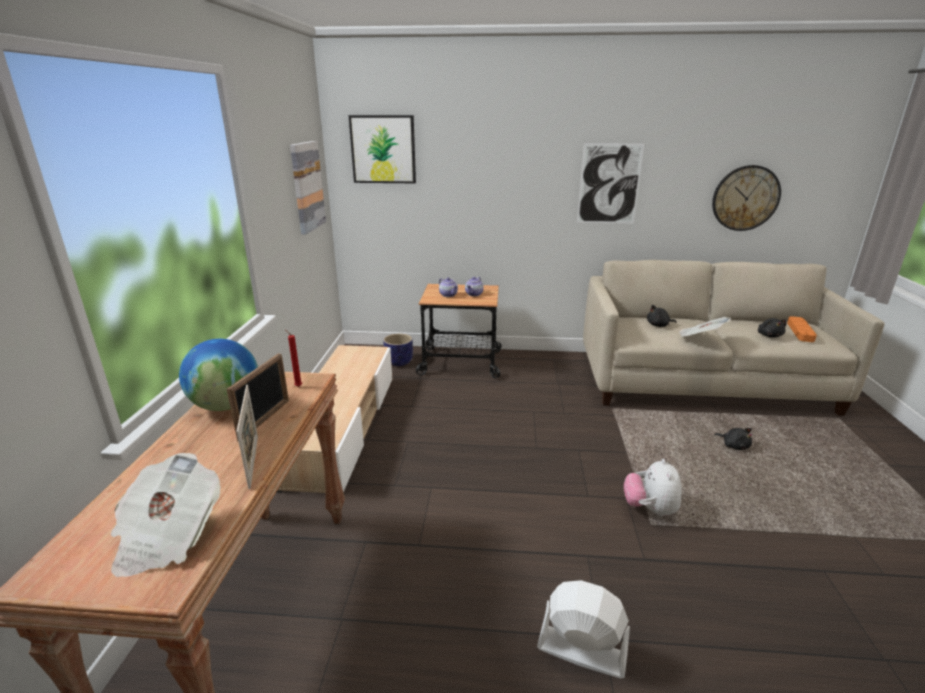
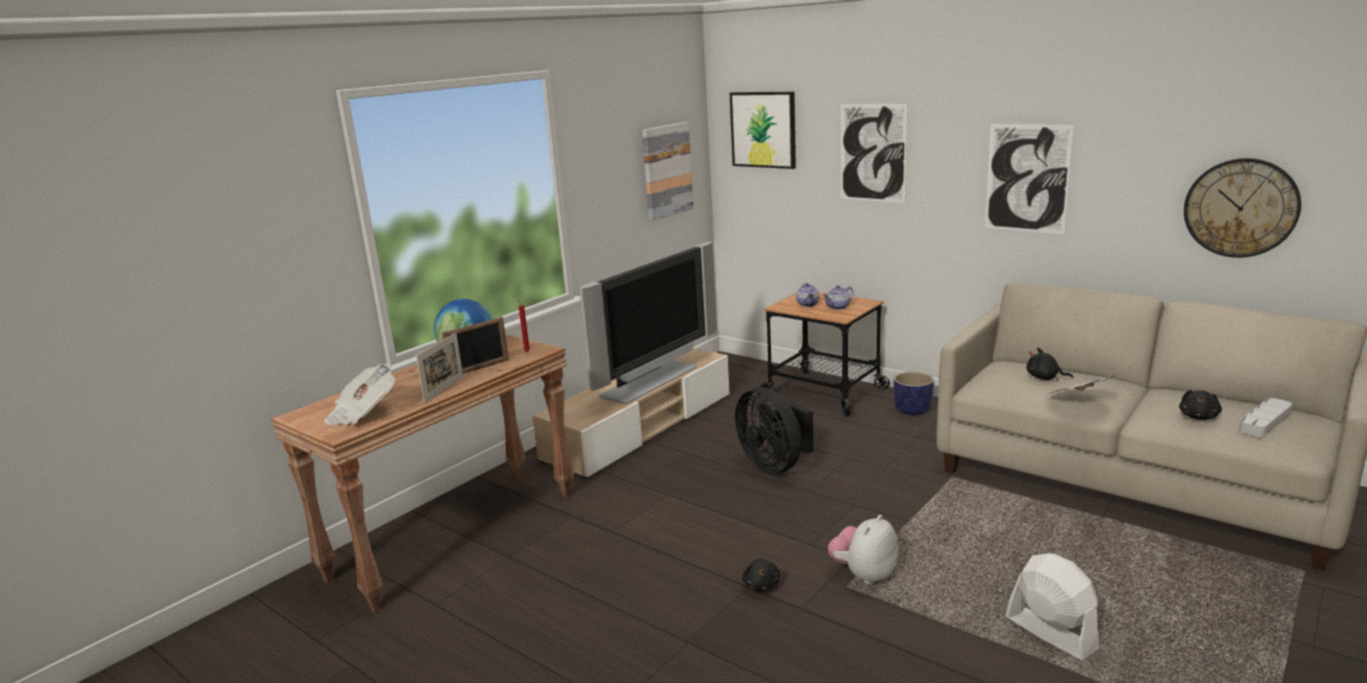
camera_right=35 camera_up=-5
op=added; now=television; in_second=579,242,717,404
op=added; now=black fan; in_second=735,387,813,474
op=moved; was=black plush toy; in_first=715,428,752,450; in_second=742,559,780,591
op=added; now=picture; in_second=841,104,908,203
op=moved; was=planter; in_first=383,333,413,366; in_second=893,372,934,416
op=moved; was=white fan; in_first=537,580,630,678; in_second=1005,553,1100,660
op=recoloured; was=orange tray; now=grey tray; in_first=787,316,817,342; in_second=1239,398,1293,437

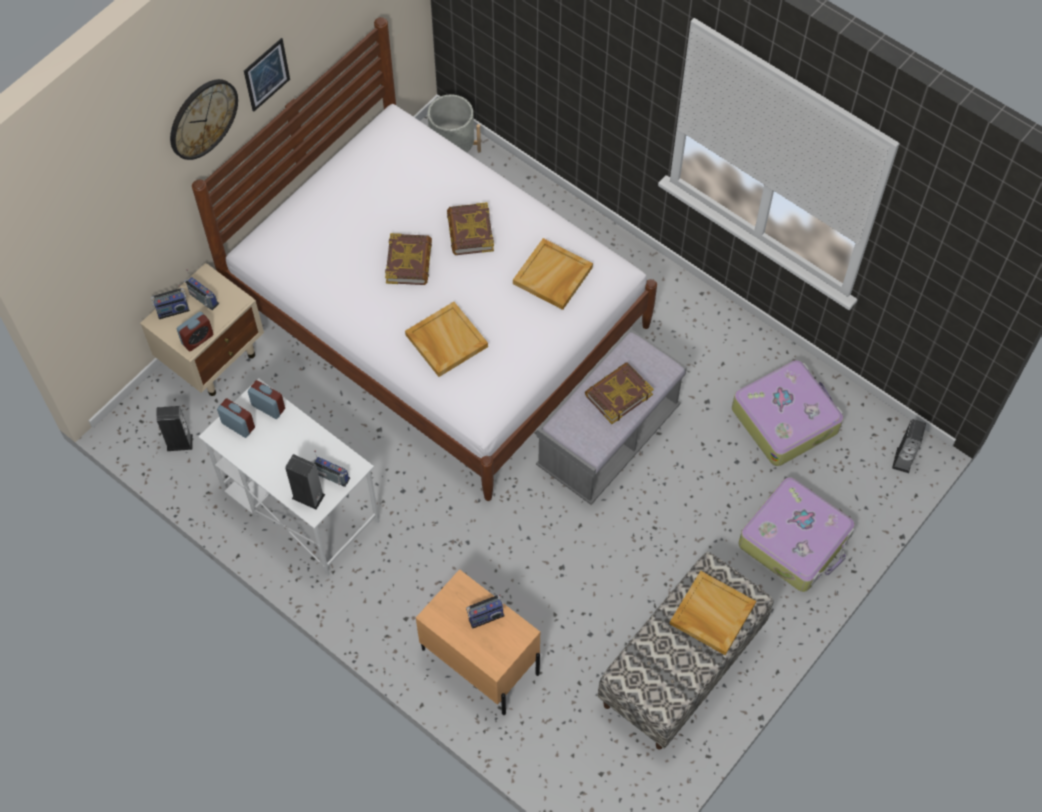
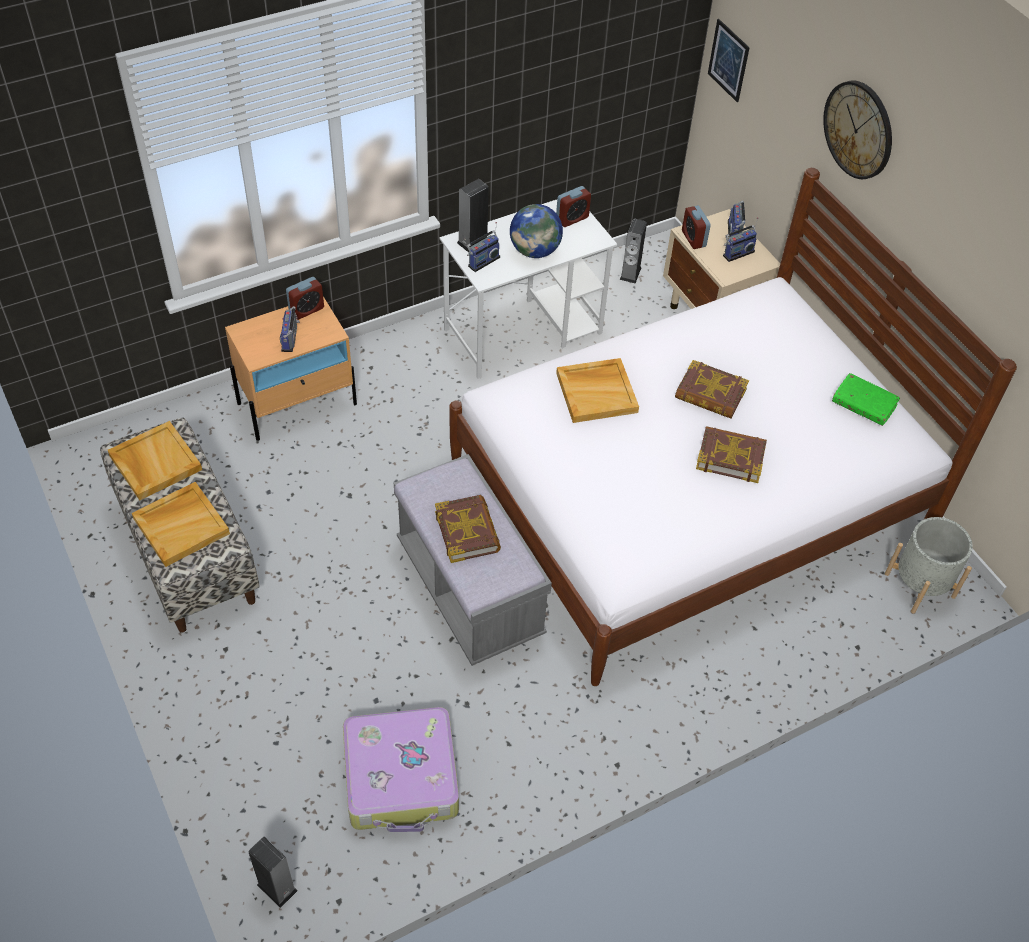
camera_right=110 camera_up=-10
op=moved; was=beige tray; in_first=513,238,593,310; in_second=108,421,202,500
op=moved; was=alarm clock; in_first=248,380,285,419; in_second=286,277,324,320
op=added; now=globe; in_second=510,204,563,258
op=moved; was=picture; in_first=244,38,290,112; in_second=708,19,750,102
op=added; now=green book; in_second=832,373,900,426
op=removed; was=suitcase; in_first=739,477,855,592

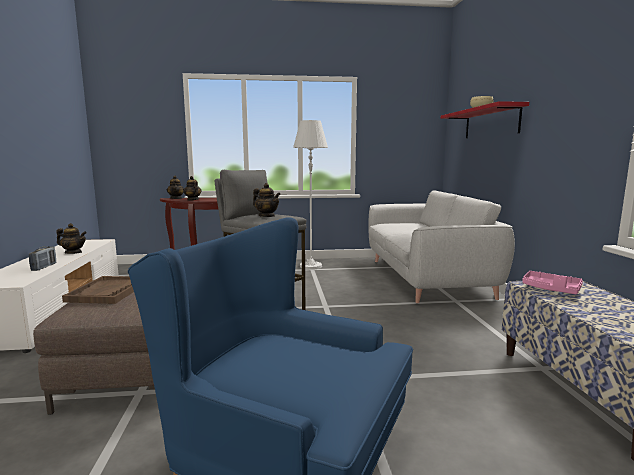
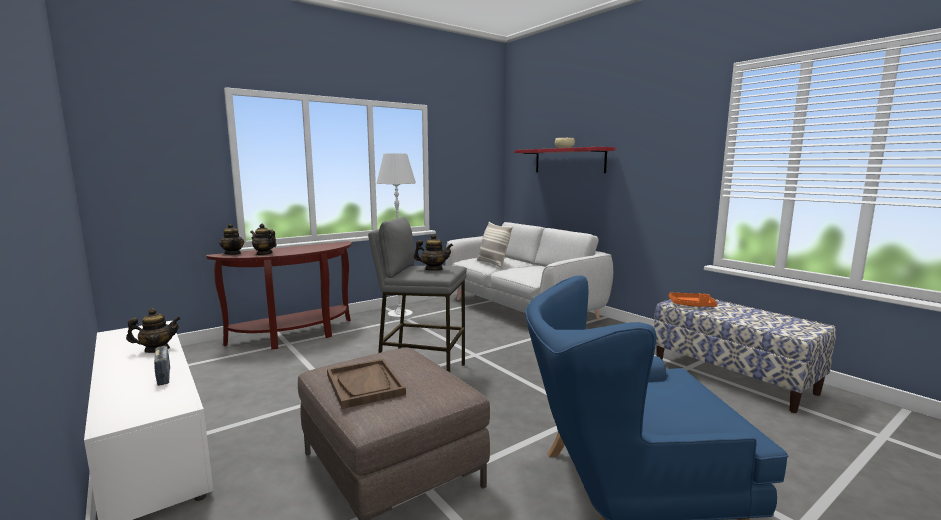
camera_right=-30 camera_up=0
op=added; now=pillow; in_second=477,222,513,267
op=recoloured; was=pink tray; now=orange tray; in_first=522,271,583,294; in_second=669,292,717,307

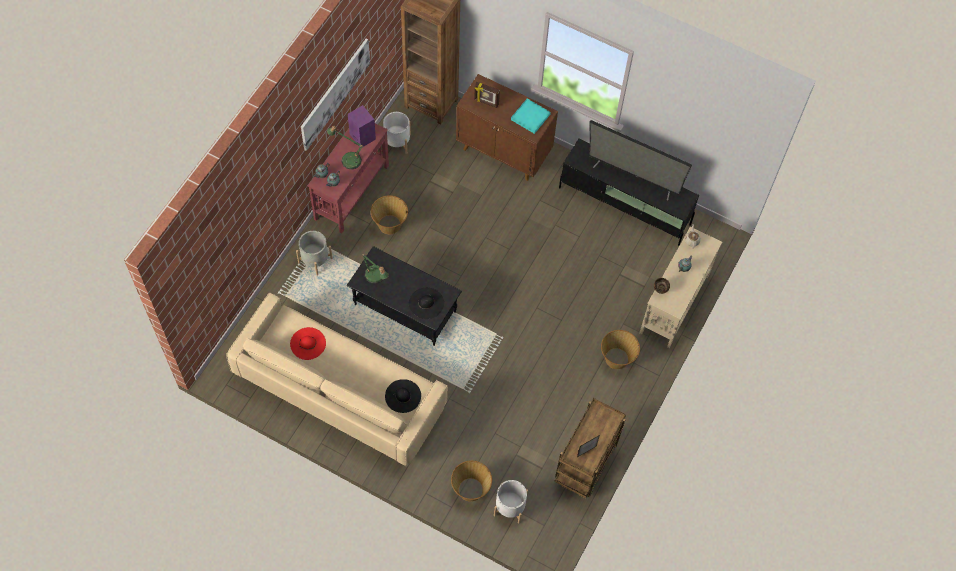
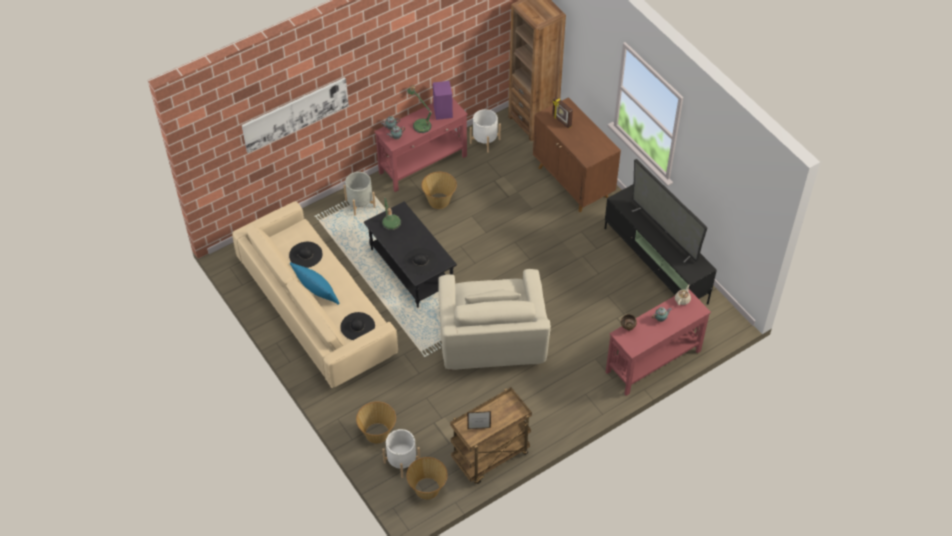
camera_right=30 camera_up=-10
op=moved; was=picture; in_first=301,38,370,151; in_second=242,77,349,153
op=recoloured; was=red hat; now=black hat; in_first=290,327,326,360; in_second=289,242,322,268
op=added; now=blue pillow; in_second=290,262,339,305
op=moved; was=basket; in_first=601,330,640,369; in_second=406,457,448,500
op=added; now=beige armchair; in_second=438,269,551,370
op=recoloured; was=beige console table; now=red console table; in_first=639,227,722,348; in_second=606,289,711,396
op=removed; was=turquoise tray; in_first=511,99,551,134

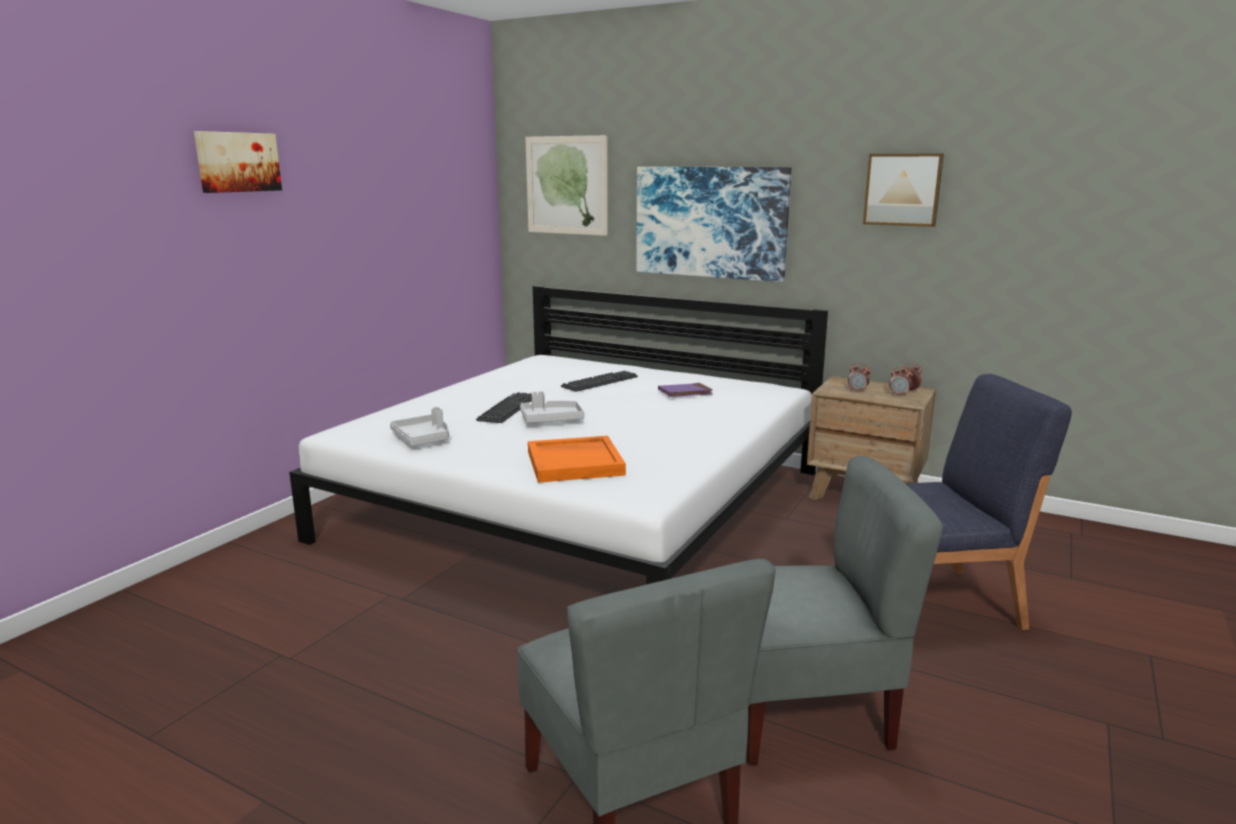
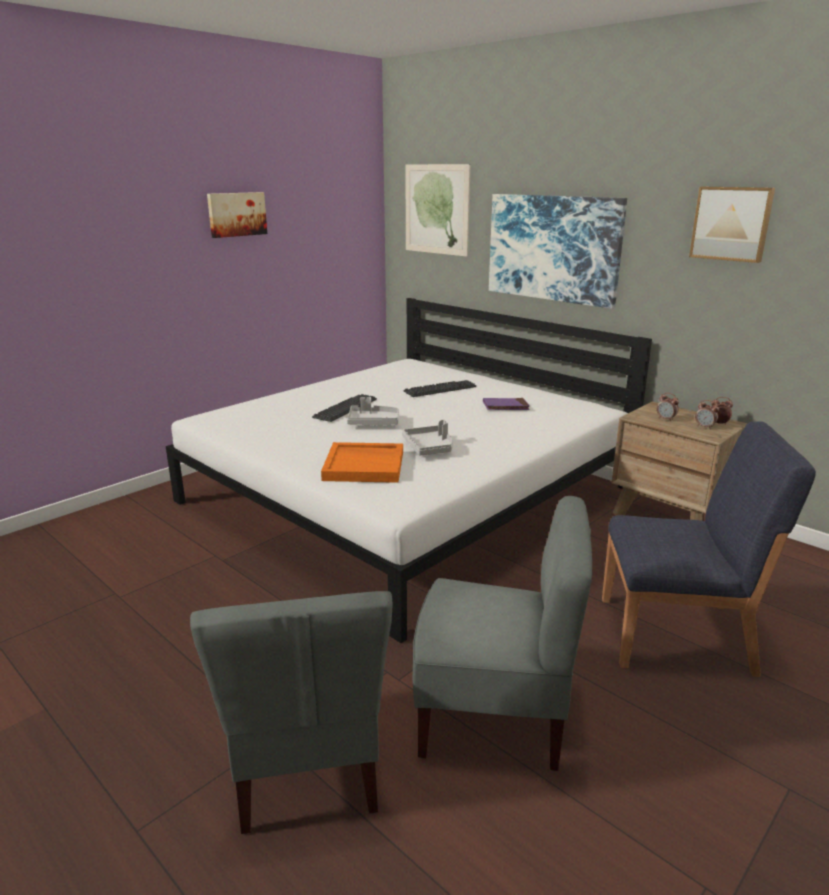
camera_right=15 camera_up=5
op=moved; was=picture; in_first=194,131,282,193; in_second=207,192,267,238
op=moved; was=grey tray; in_first=390,407,449,446; in_second=402,420,453,456

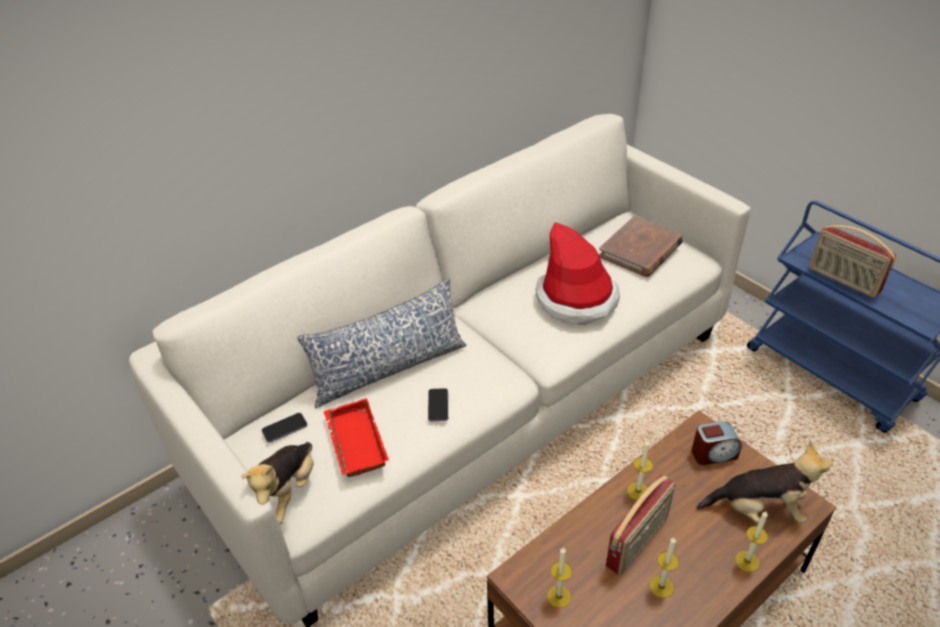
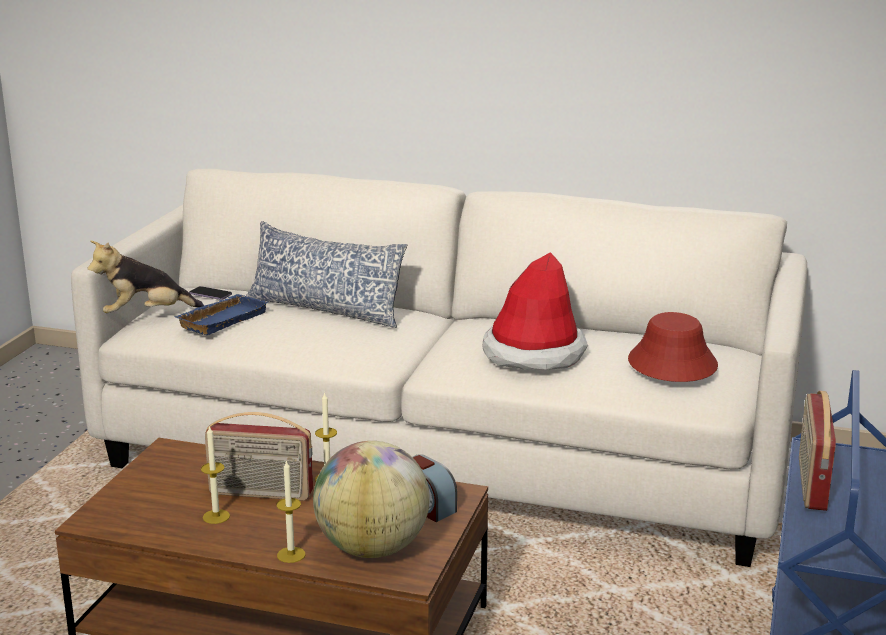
camera_right=55 camera_up=-20
op=recoloured; was=red tray; now=blue tray; in_first=324,398,389,477; in_second=174,294,268,335
op=replaced; was=plush toy; now=globe; in_first=696,441,833,523; in_second=313,441,430,558
op=replaced; was=brown book; now=red hat; in_first=599,216,683,277; in_second=628,312,718,382
op=removed; was=phone; in_first=428,388,448,421
op=removed; was=candle; in_first=547,547,572,608

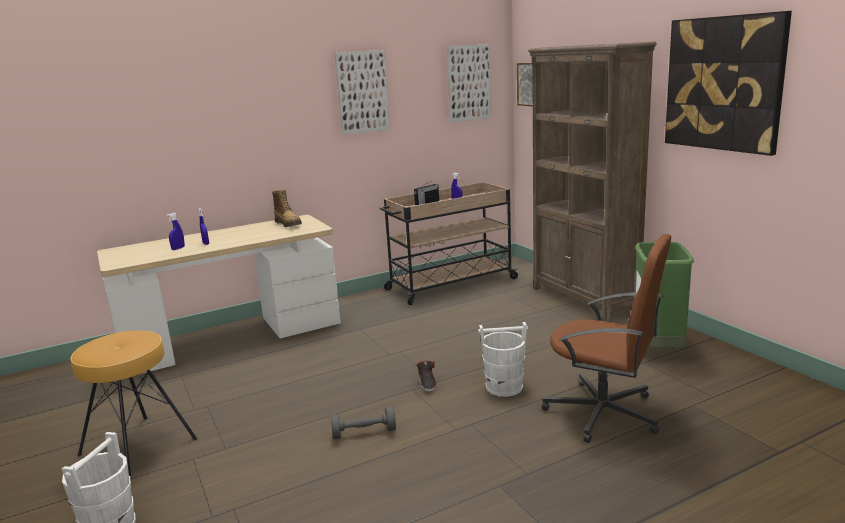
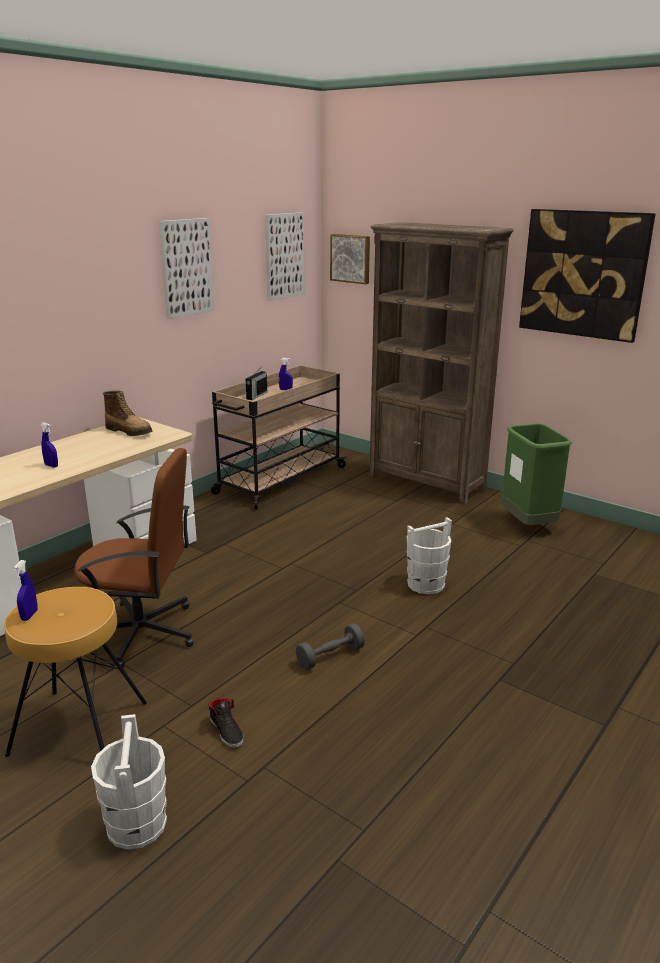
camera_right=-25 camera_up=5
op=moved; was=blue spray bottle; in_first=166,213,185,250; in_second=13,560,38,621
op=moved; was=brown office chair; in_first=542,234,671,443; in_second=74,448,194,668
op=moved; was=black shoe; in_first=417,361,436,392; in_second=209,698,244,748

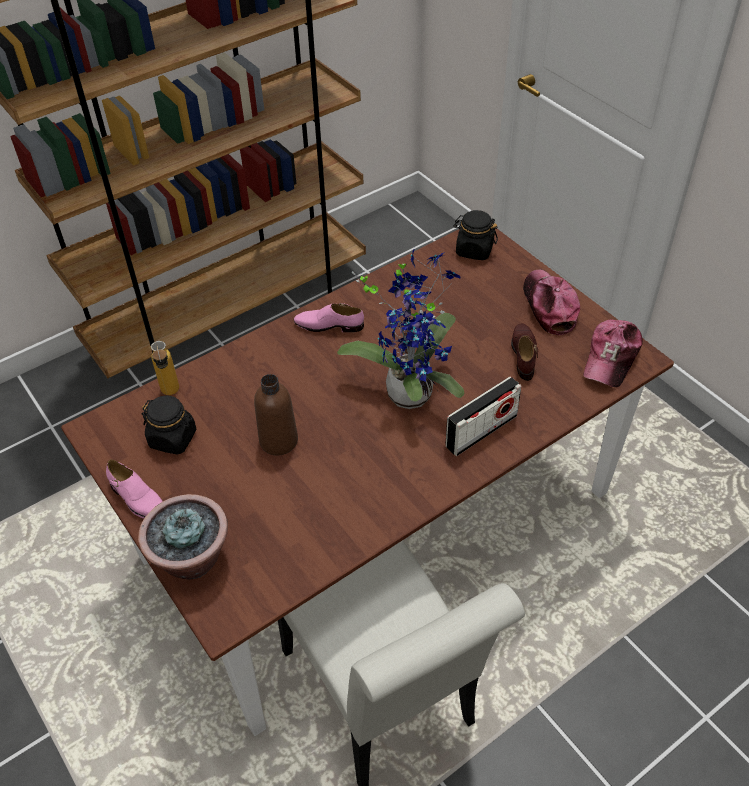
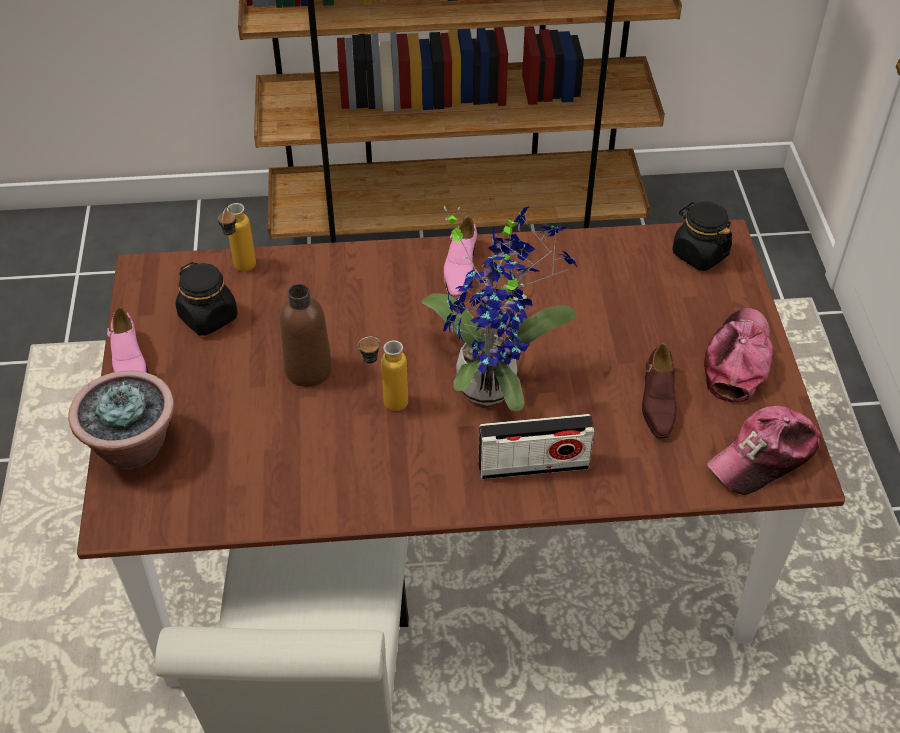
camera_right=30 camera_up=0
op=added; now=bottle; in_second=358,337,408,411
op=turned; was=pink shoe; in_first=294,303,364,333; in_second=444,216,477,298; clockwise=-120
op=turned; was=brown shoe; in_first=511,323,538,381; in_second=642,343,677,439; clockwise=150

